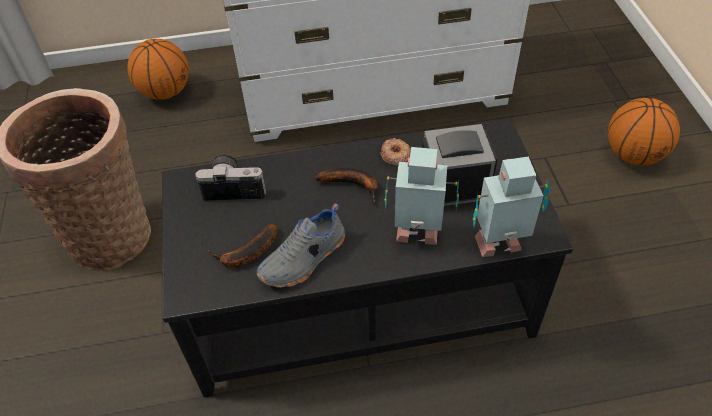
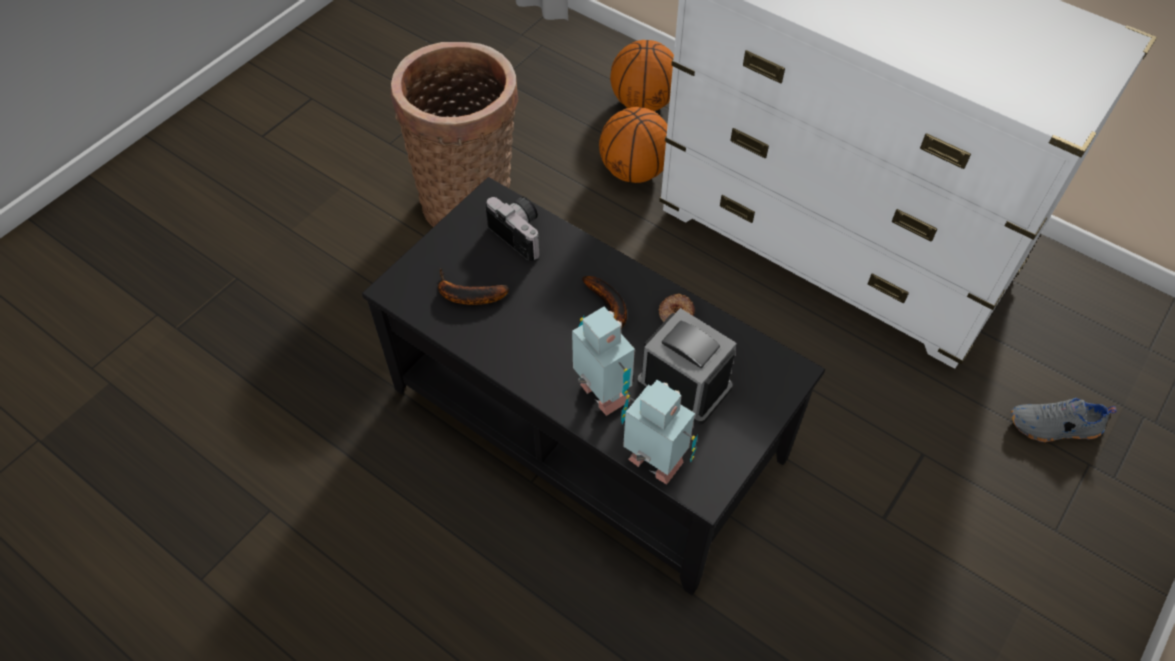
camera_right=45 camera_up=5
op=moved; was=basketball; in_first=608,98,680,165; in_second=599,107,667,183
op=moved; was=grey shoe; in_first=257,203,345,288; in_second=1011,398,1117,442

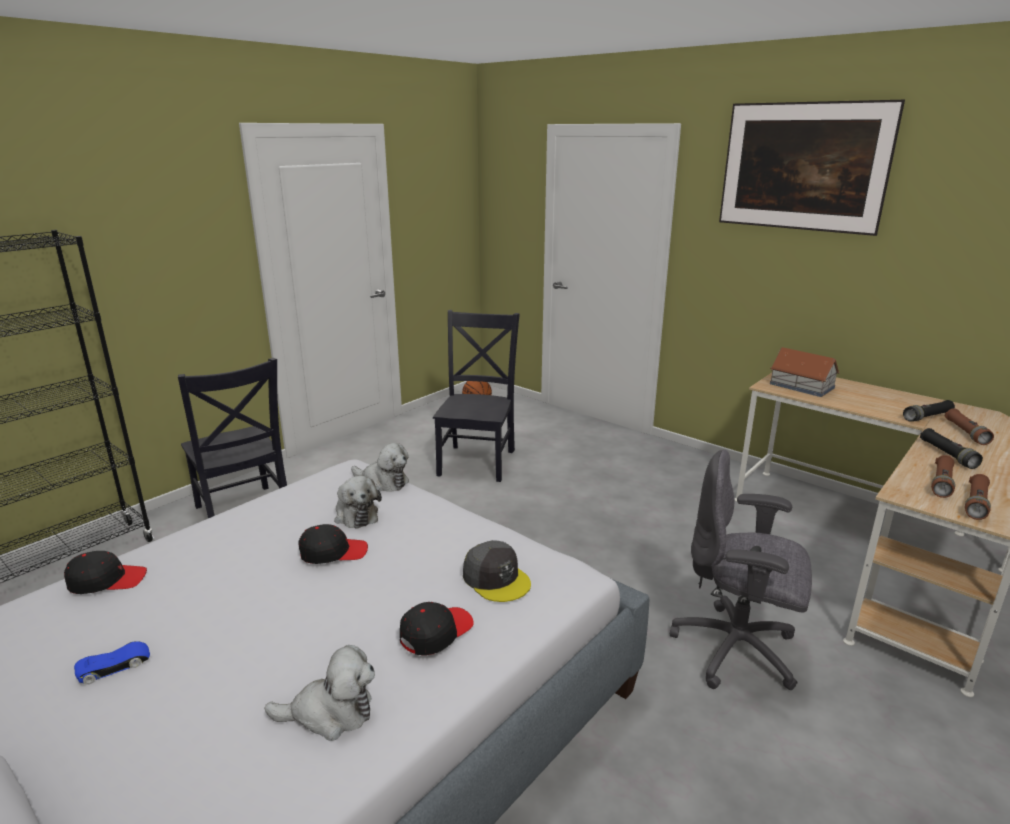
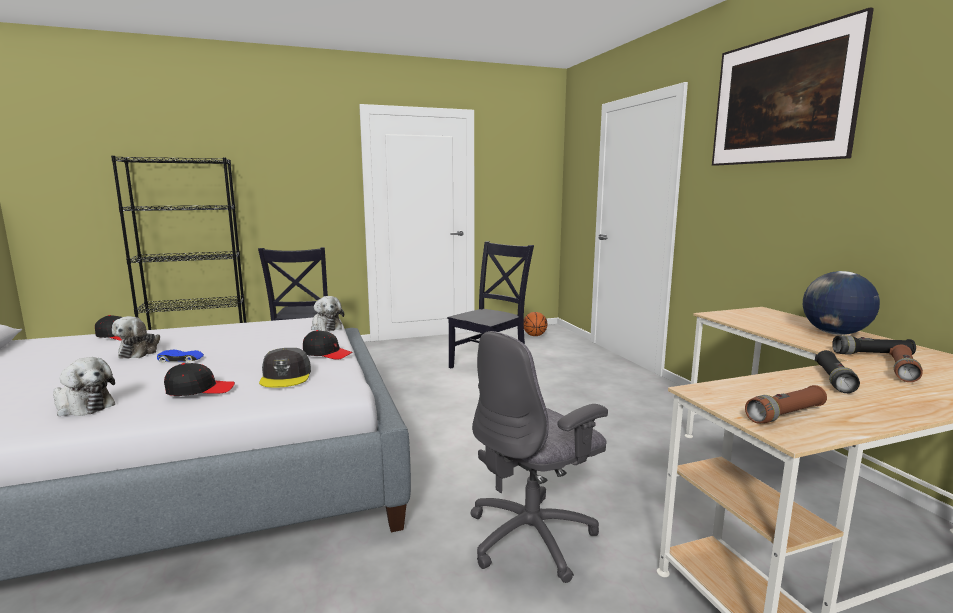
camera_right=30 camera_up=-10
op=moved; was=plush toy; in_first=334,476,382,529; in_second=112,316,160,359
op=moved; was=blue toy car; in_first=74,641,150,685; in_second=157,350,204,363
op=moved; was=black cap; in_first=299,524,368,564; in_second=303,330,353,360
op=turned; was=grey office chair; in_first=670,450,812,690; in_second=470,331,608,583; clockwise=-90
op=added; now=globe; in_second=803,271,880,335
op=removed; was=toy house; in_first=770,347,840,397
op=removed; was=brown flashlight; in_first=931,455,955,498

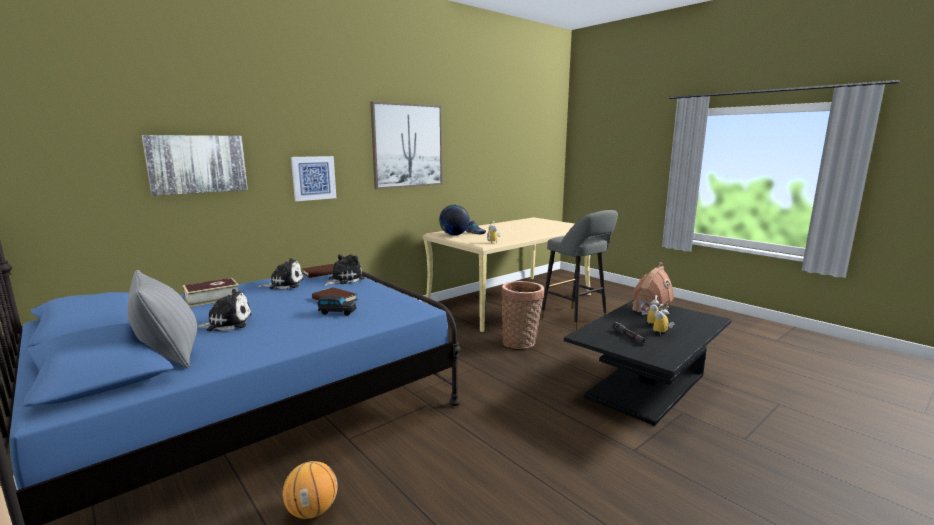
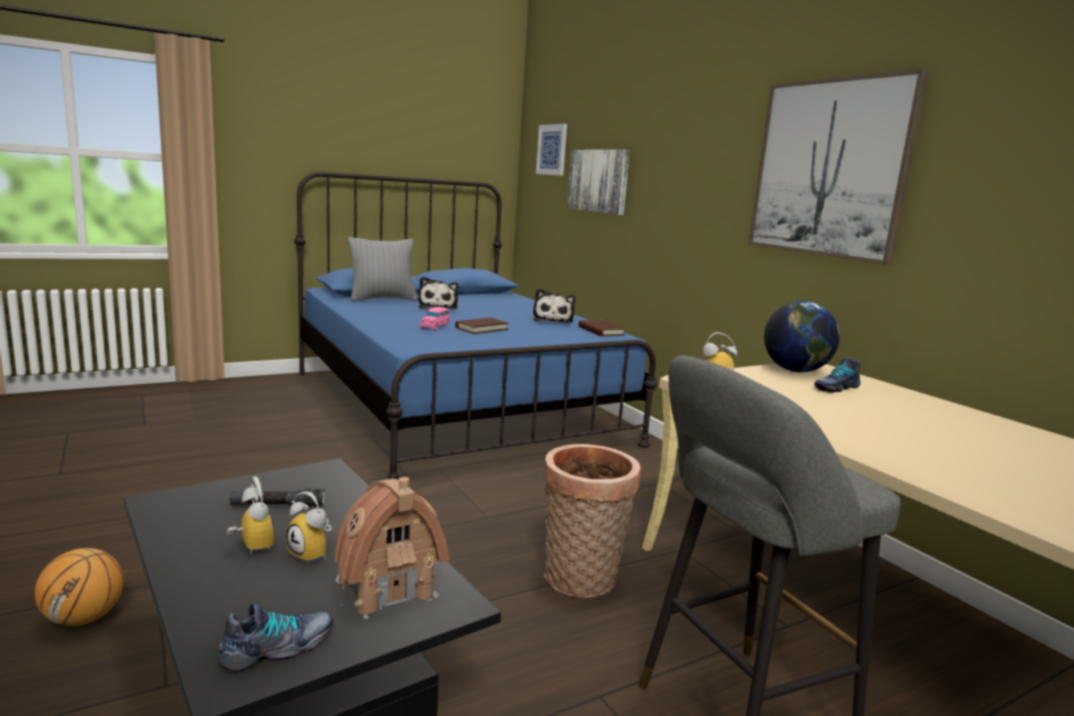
camera_right=100 camera_up=0
op=moved; was=basketball; in_first=282,461,338,519; in_second=35,548,123,626
op=added; now=shoe; in_second=217,603,333,672
op=recoloured; was=black toy car; now=pink toy car; in_first=318,295,356,316; in_second=420,307,450,331
op=moved; was=picture; in_first=291,156,336,201; in_second=536,124,567,176
op=removed; was=book; in_first=183,278,239,307
op=removed; was=plush toy; in_first=324,254,365,286

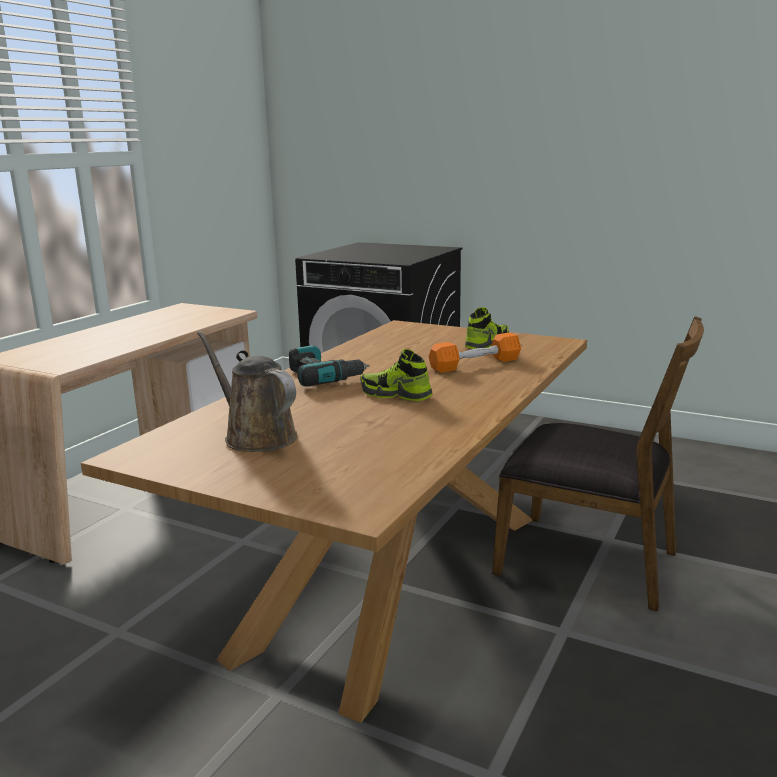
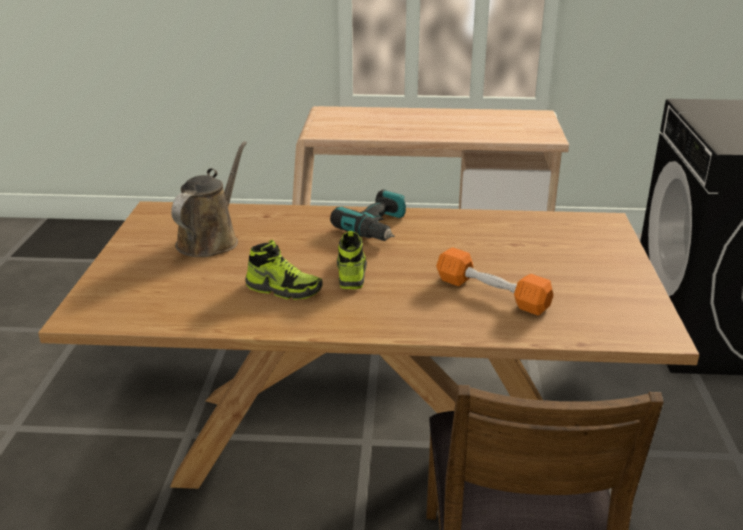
camera_right=65 camera_up=10
op=moved; was=shoe; in_first=465,307,509,349; in_second=245,240,323,300

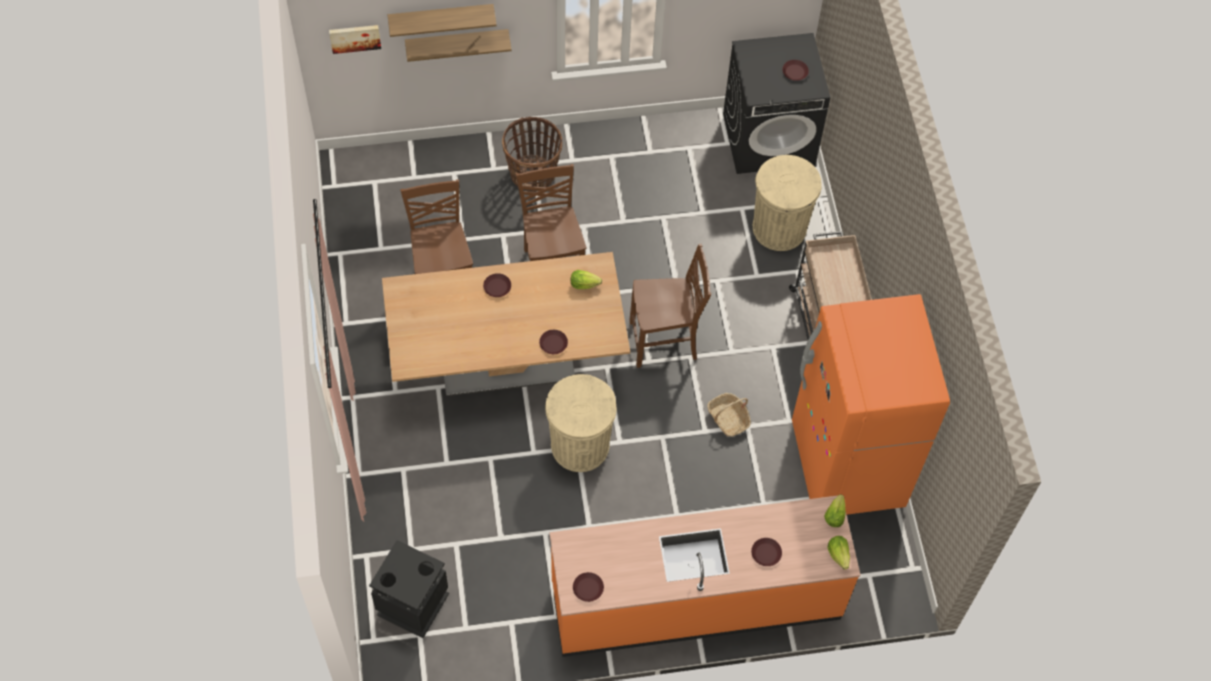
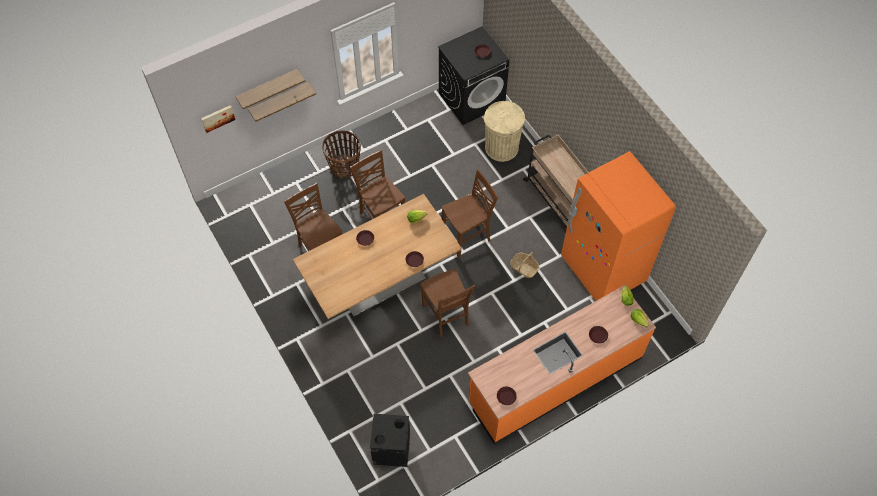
camera_right=-20 camera_up=0
op=replaced; was=beige trash can; now=brown chair; in_first=545,374,617,472; in_second=421,269,475,338

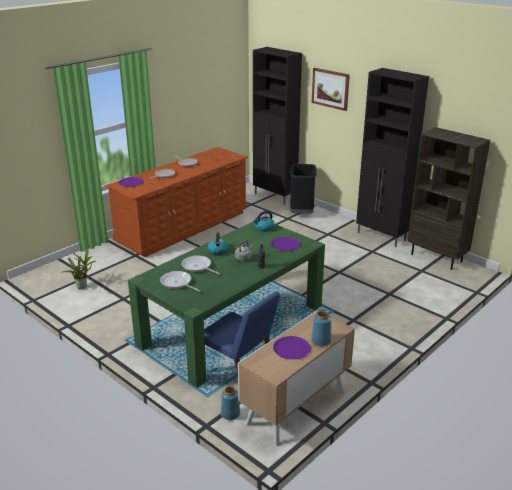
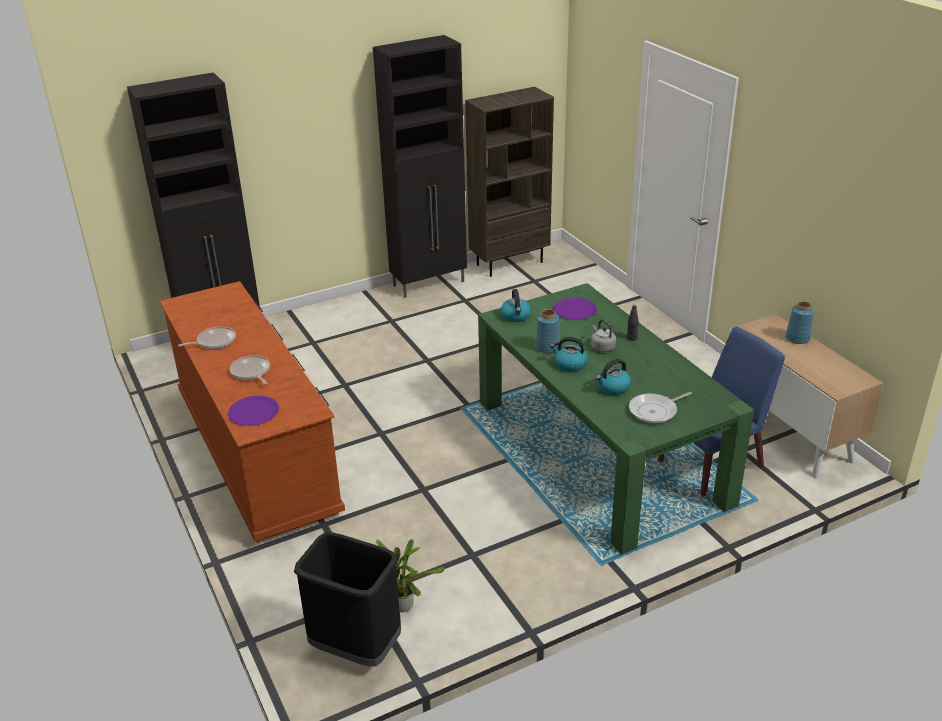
camera_right=-70 camera_up=5
op=moved; was=black trash can; in_first=290,164,316,214; in_second=294,533,401,666
op=moved; was=blue vase; in_first=221,386,240,420; in_second=535,309,560,353
op=replaced; was=frying pan; now=kettle; in_first=181,256,220,275; in_second=596,359,631,395
op=removed; was=purple plate; in_first=273,336,311,359
op=removed; was=picture; in_first=312,68,350,111

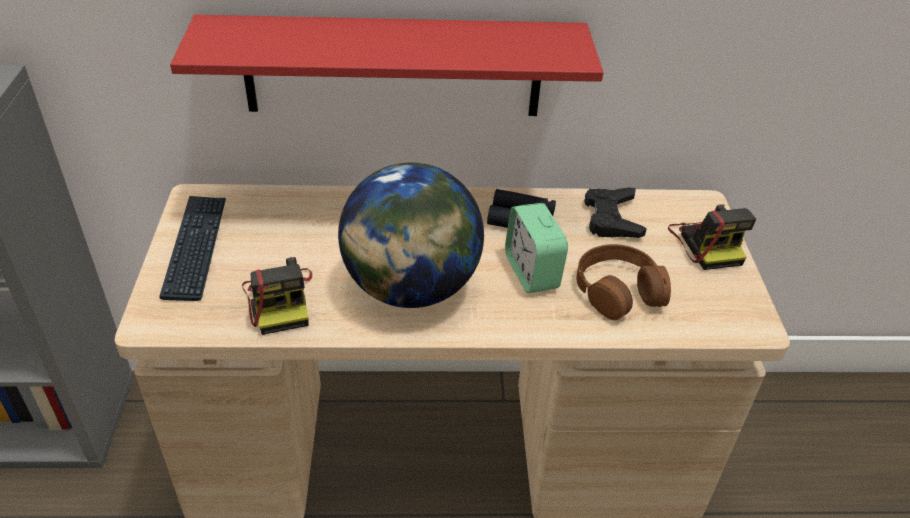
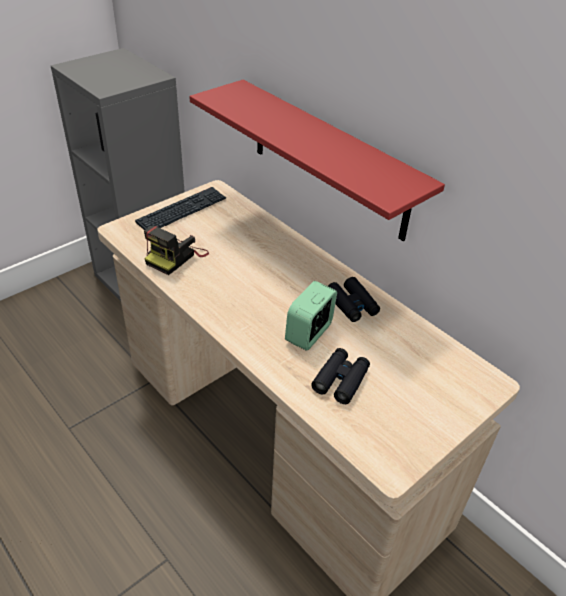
camera_right=50 camera_up=0
op=replaced; was=brown headphones; now=black binoculars; in_first=576,244,671,320; in_second=311,348,370,404
op=removed; was=globe; in_first=338,162,484,308
op=removed; was=black game controller; in_first=584,187,646,238
op=removed; was=photo camera; in_first=668,204,756,270

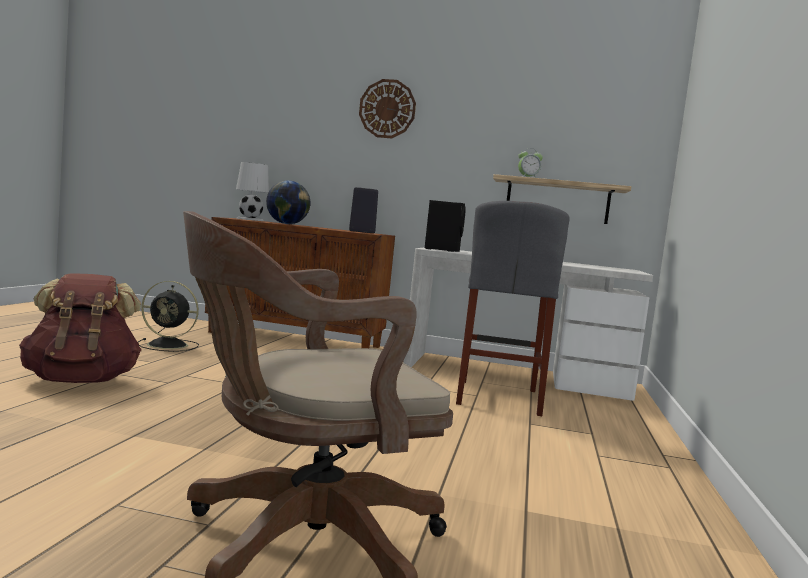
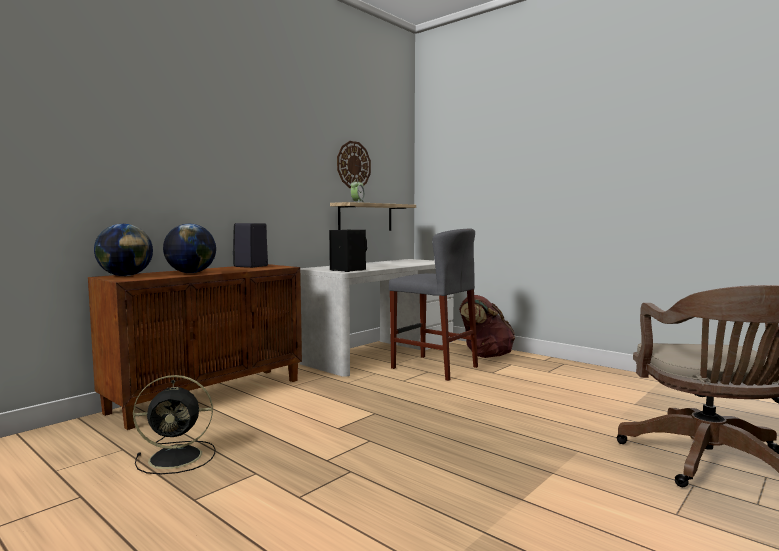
camera_right=-60 camera_up=0
op=replaced; was=white table lamp; now=globe; in_first=236,162,269,221; in_second=94,224,153,276
op=turned; was=black fan; in_first=138,281,199,352; in_second=133,375,215,474; clockwise=45
op=moved; was=wall clock; in_first=359,79,416,138; in_second=337,141,371,189
op=moved; was=brown backpack; in_first=19,273,142,383; in_second=459,295,515,358

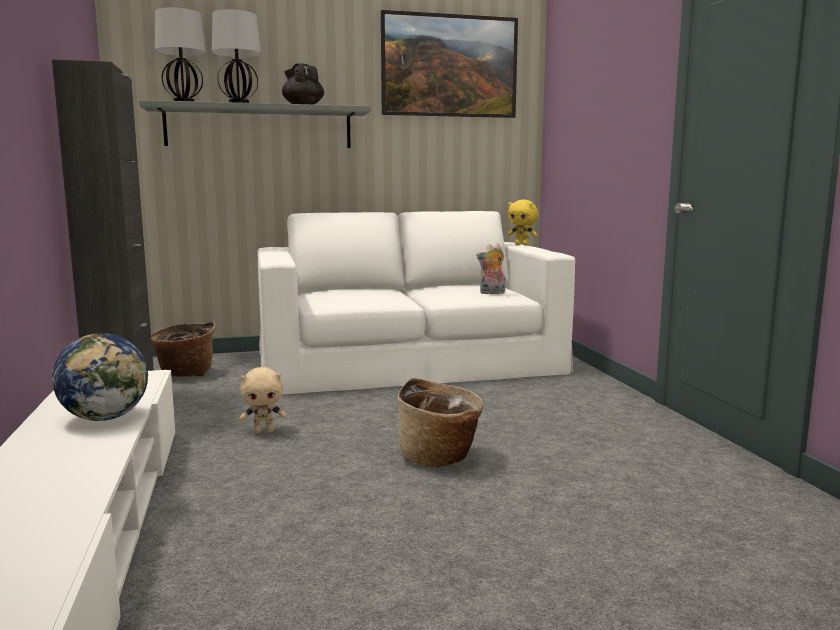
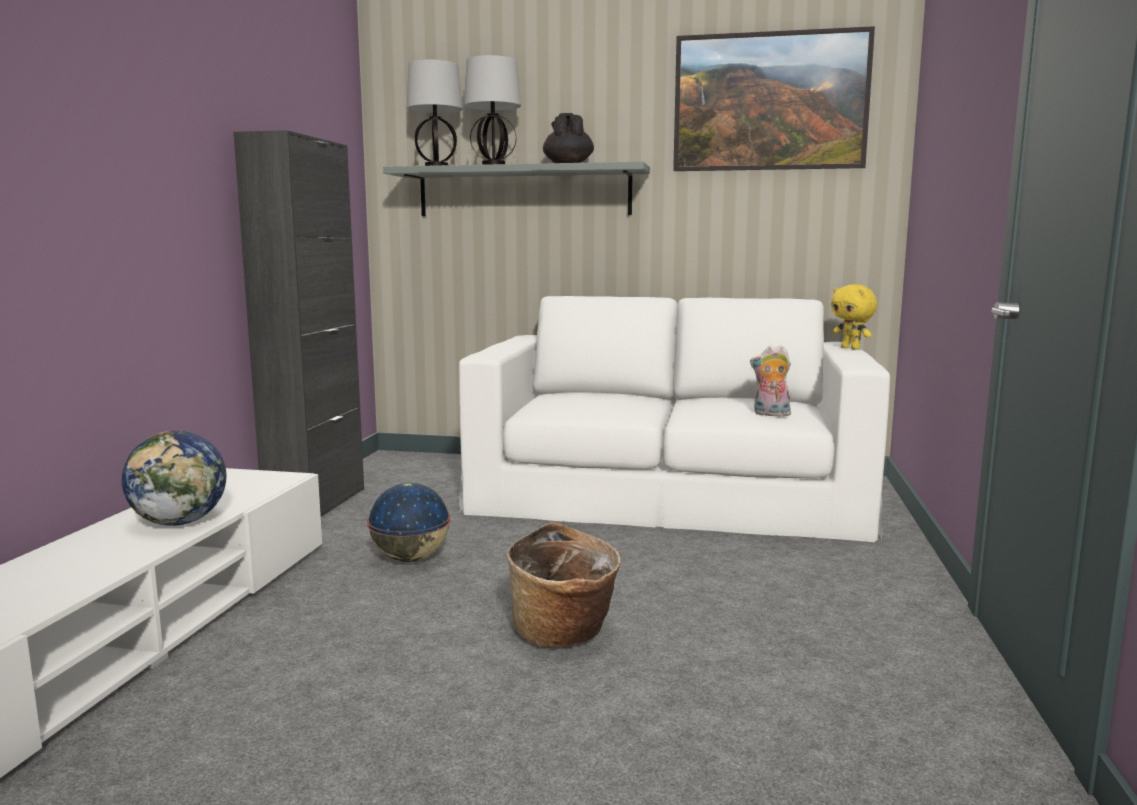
camera_right=25 camera_up=0
op=replaced; was=beige plush toy; now=globe; in_first=239,367,287,433; in_second=367,483,450,562
op=removed; was=basket; in_first=151,321,216,377

